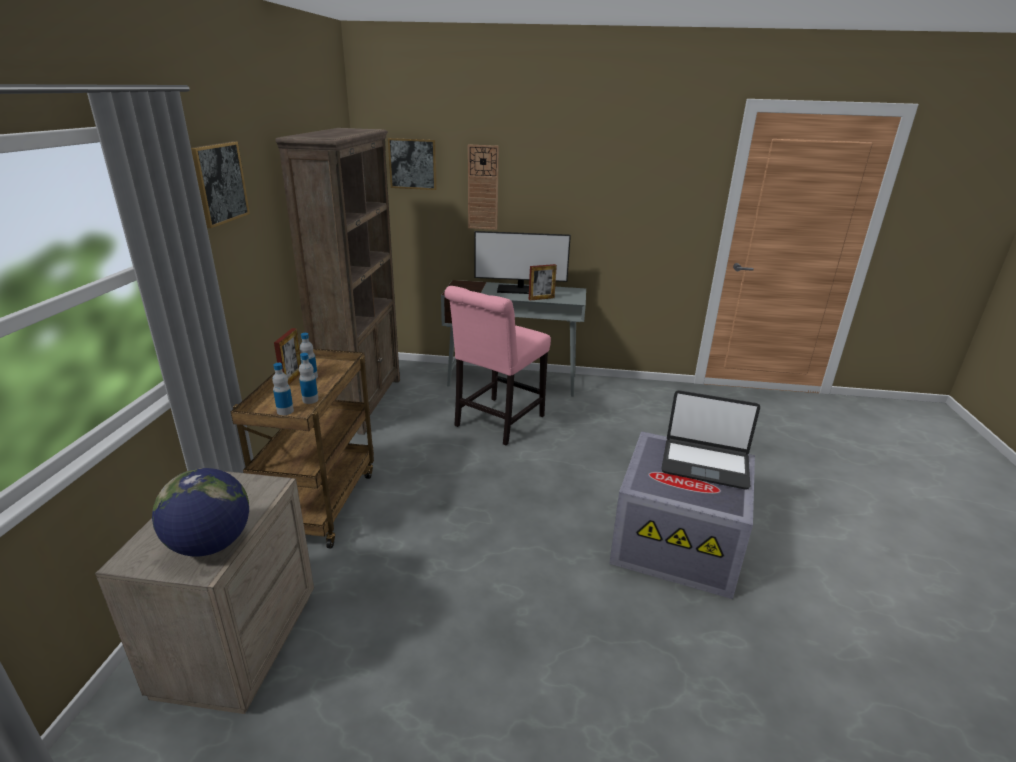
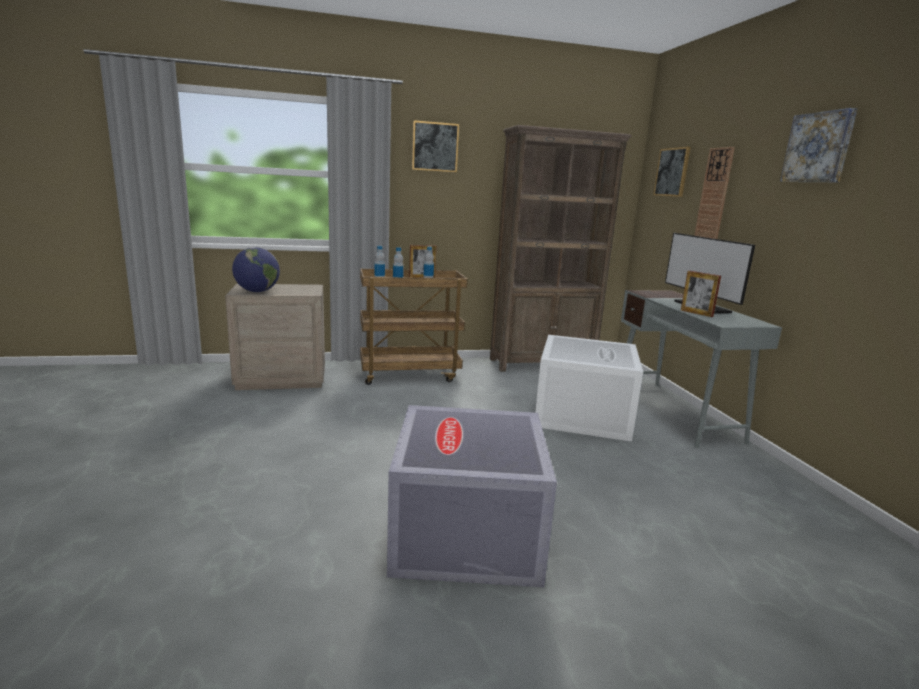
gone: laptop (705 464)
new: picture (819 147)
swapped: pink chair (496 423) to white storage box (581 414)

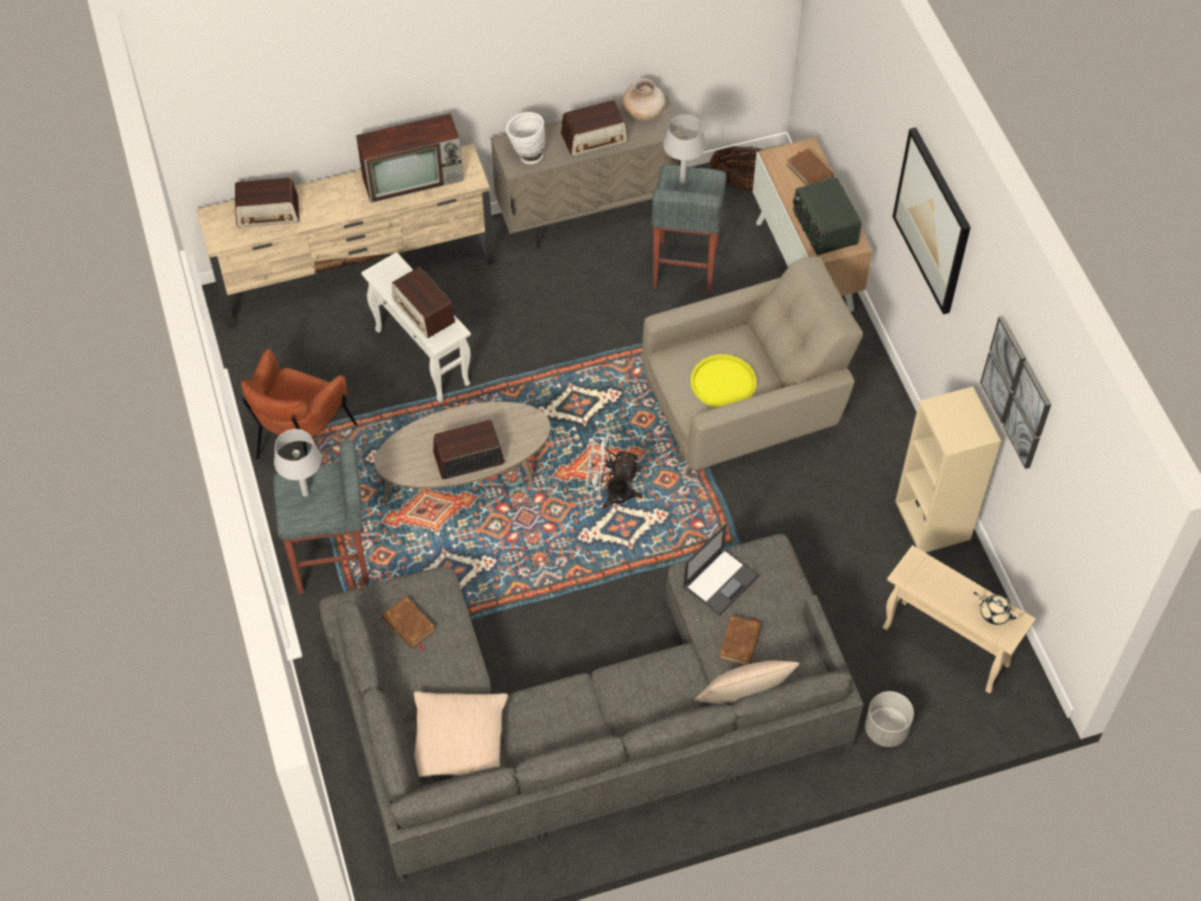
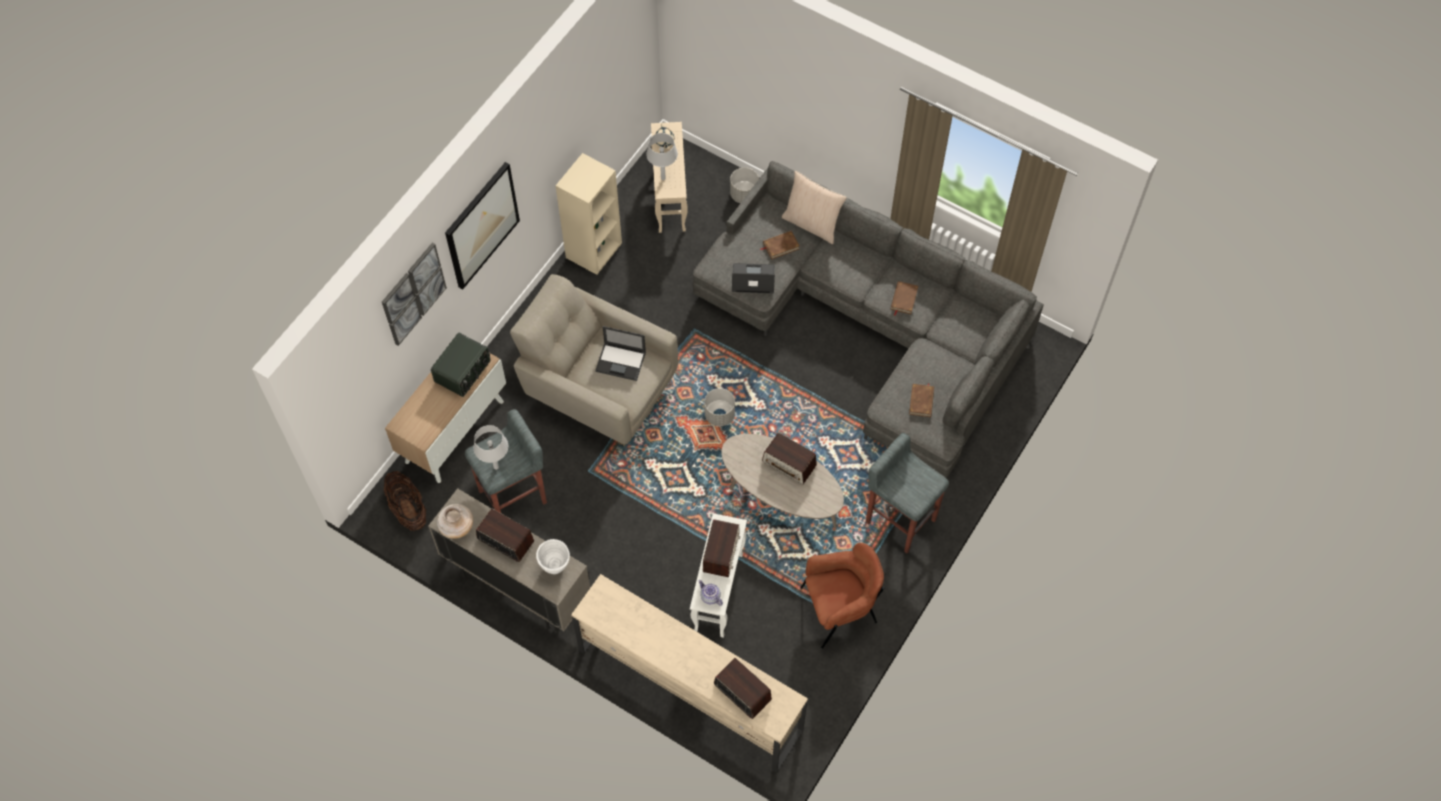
gone: television (414 178); beige pillow (459 742)
new: teapot (710 597)
shifted: grey table lamp (305 493) to (663 178); brown book (809 171) to (903 299); picture (1016 392) to (413 293)
swapped: white fan (610 492) to grey planter (719 415); yellow tray (723 382) to laptop (621 361)

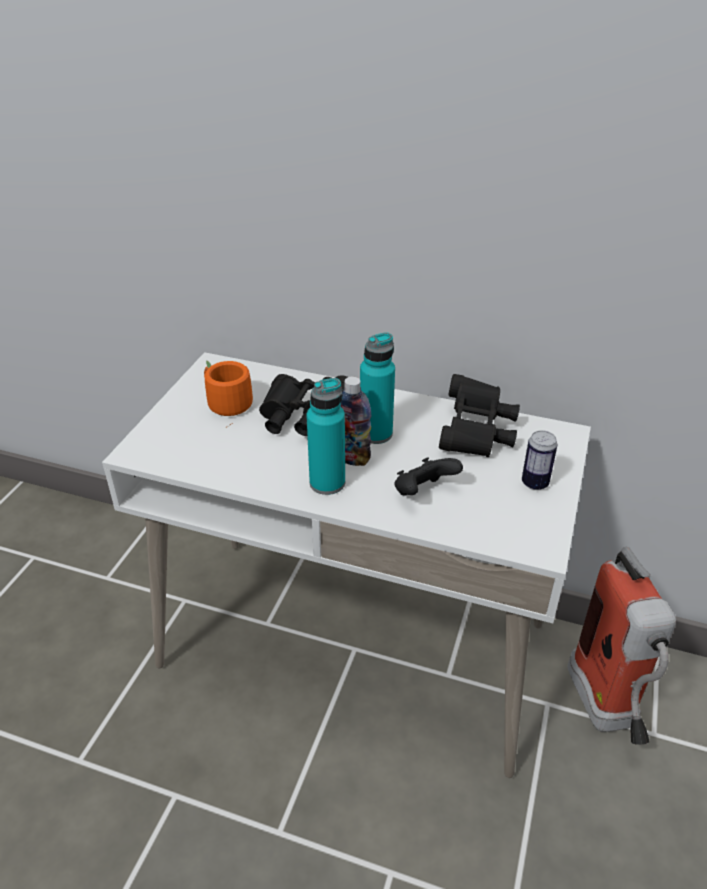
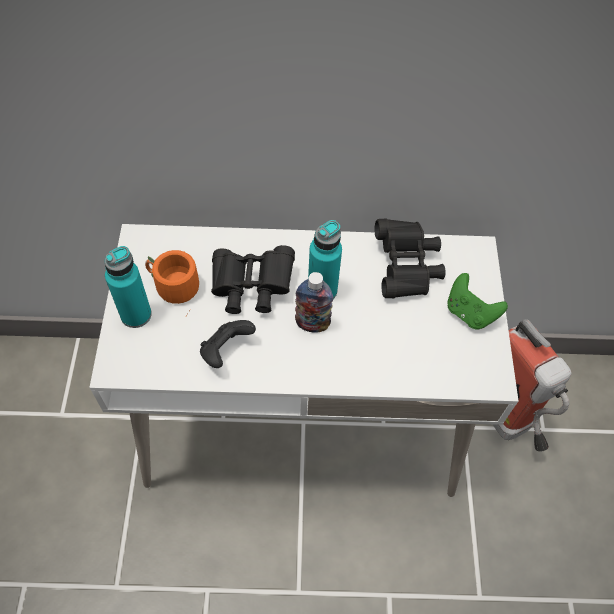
shifted: turquoise bottle (327 483) to (136 314); black game controller (423 493) to (226 351)
swapped: can (534 483) to green game controller (469 313)

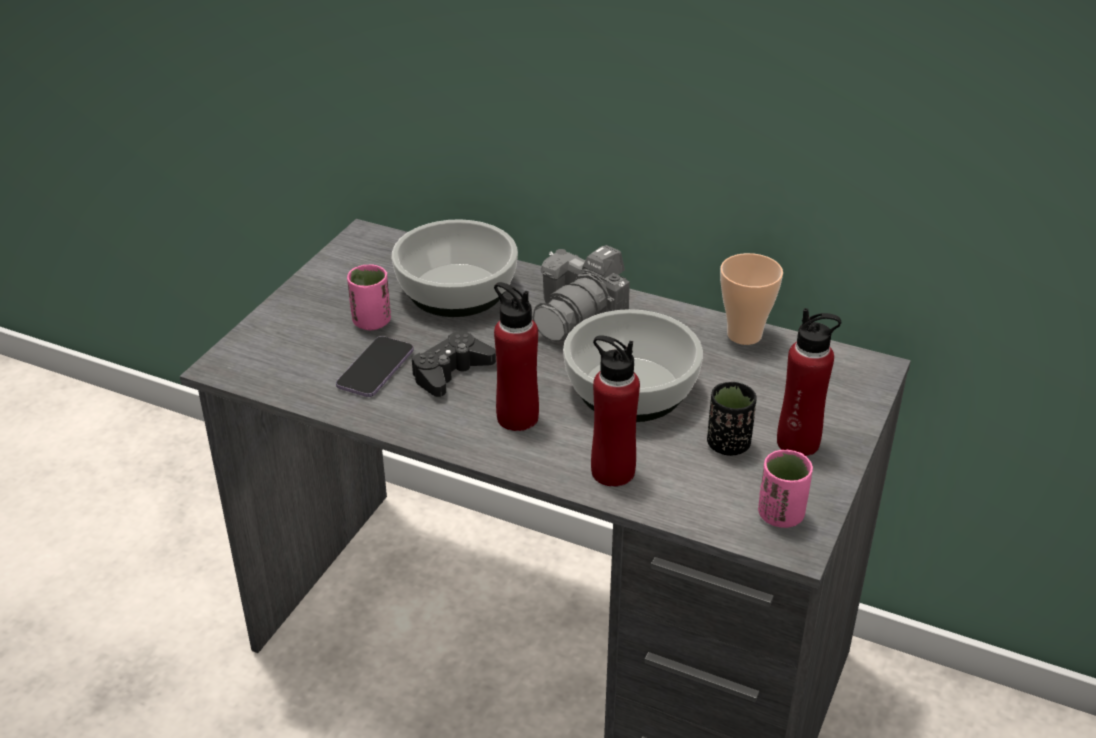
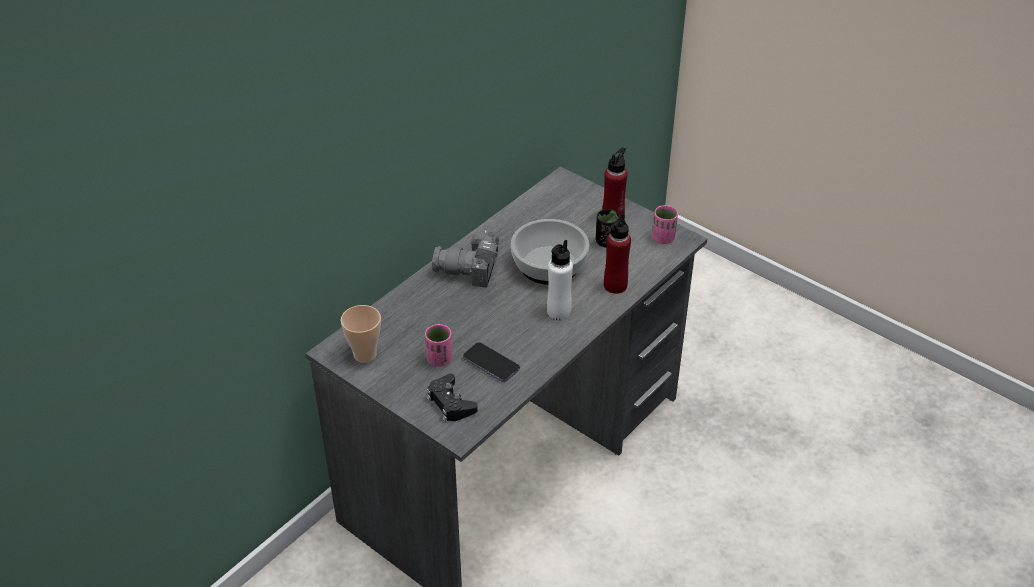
gone: bowl (455 291)
shifted: black game controller (451 372) to (450 403); cup (744 335) to (365 355)
repainted: red bottle (517 417) to white bottle (558 312)
rotated: photo camera (579 315) = (471 270) 135 degrees clockwise

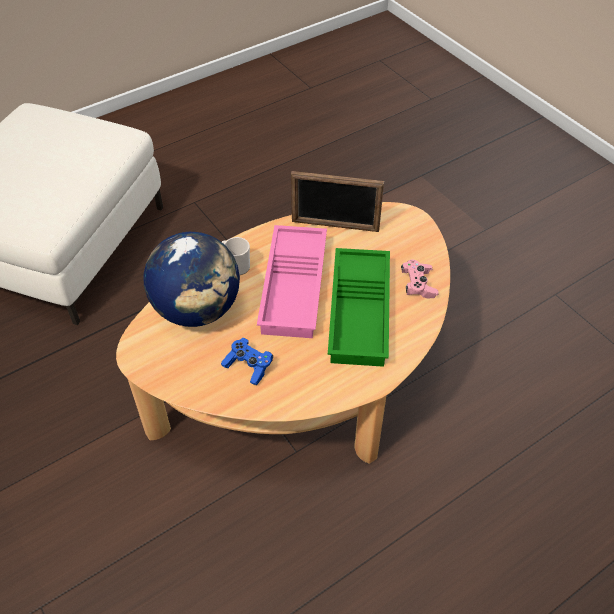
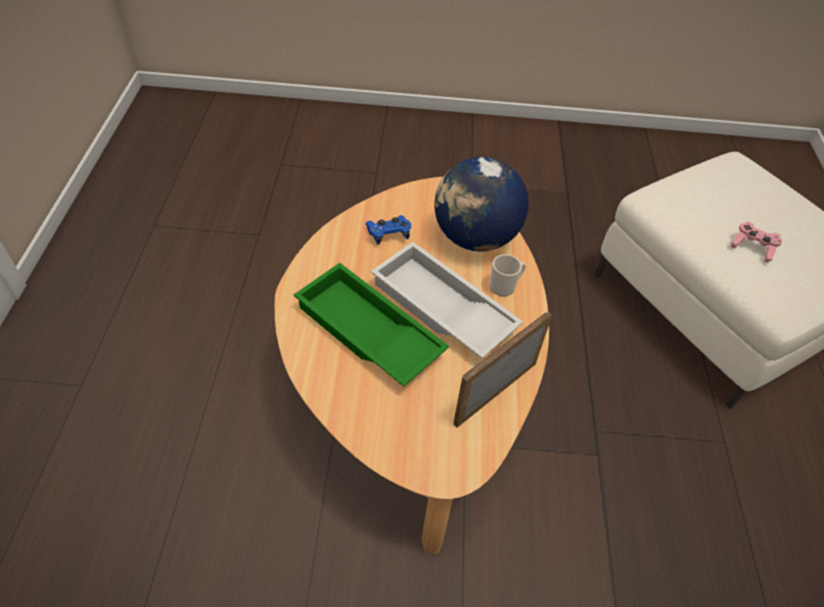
shifted: pink game controller (418 285) to (752 247)
repainted: pink tray (295 287) to white tray (440 309)

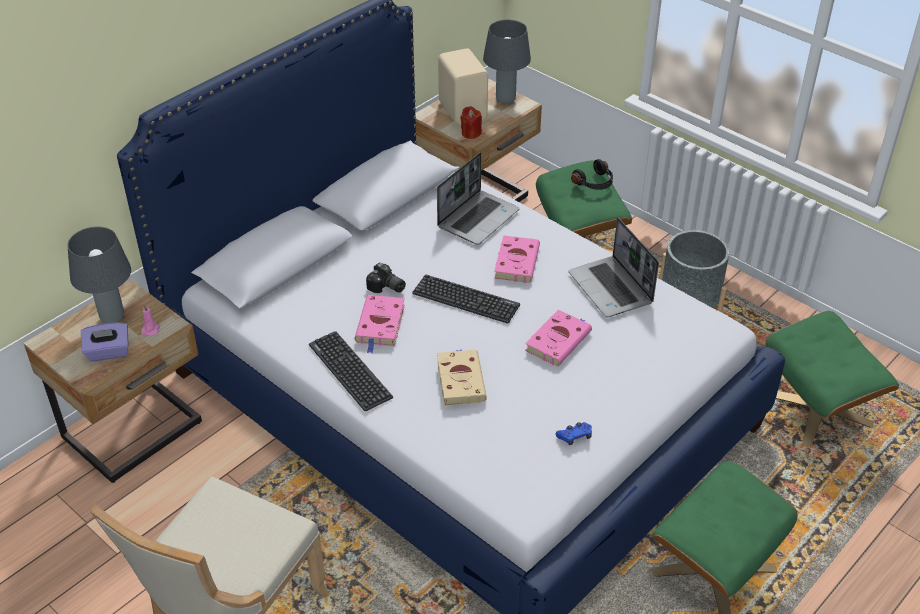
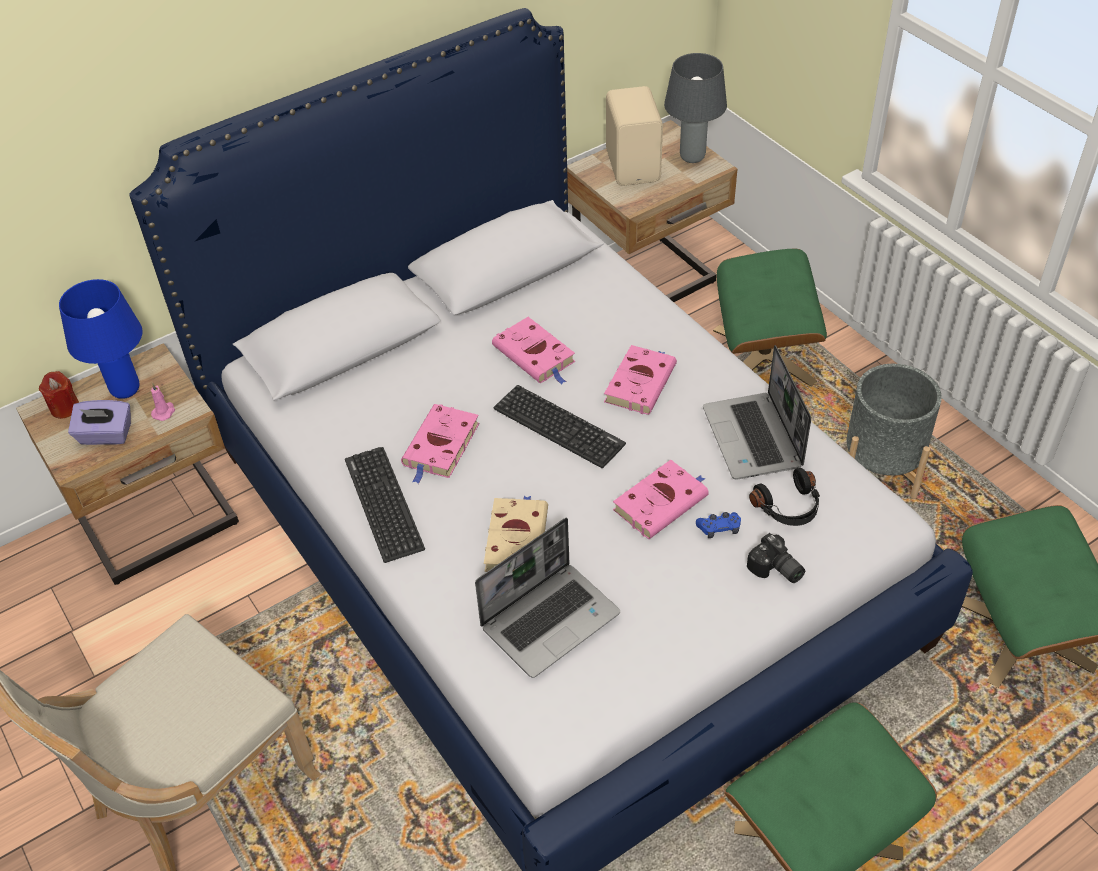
new: pink book (535 355)
shifted: photo camera (386 288) to (775 570); laptop (478 218) to (550 619); red candle (471 133) to (65 408); blue game controller (575 436) to (719 528); black headphones (595 183) to (789 508)
repainted: grey table lamp (112 318) to blue table lamp (125 391)

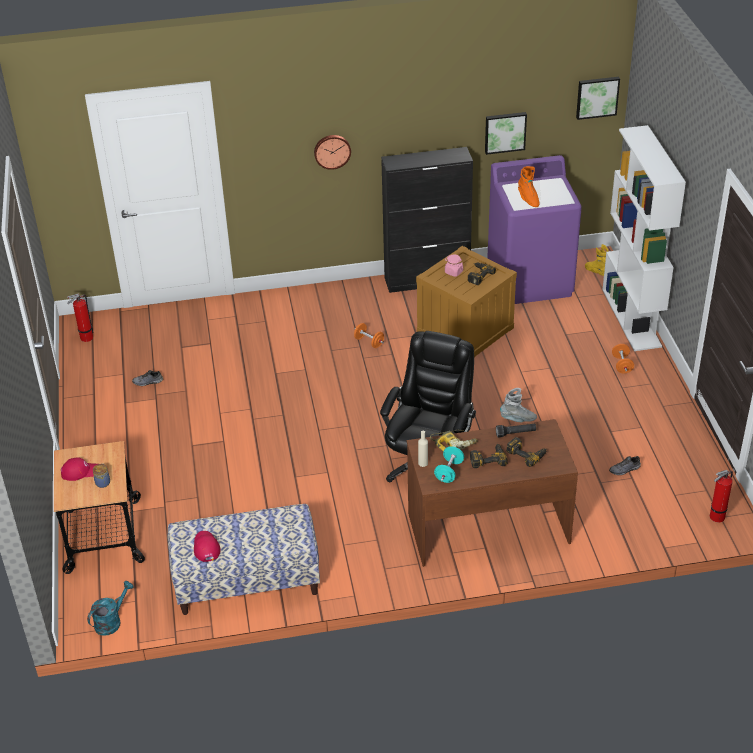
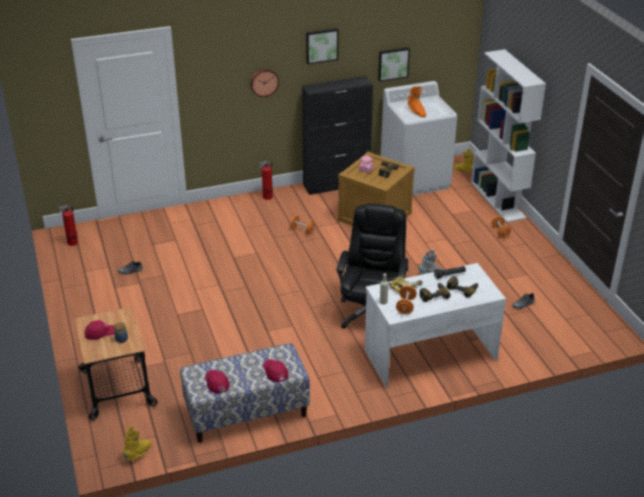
new: red cap (275 372)
shifted: picture (597 97) to (321 45); fire extinguisher (715 517) to (266 197)
swapped: turquoise watering can (111 621) to yellow boot (138 454)
repainted: brown desk (488 527) to white desk (430 354); turquoise dumbbell (449 472) to orange dumbbell (406 306); purple washing machine (530 280) to white washing machine (415 179)

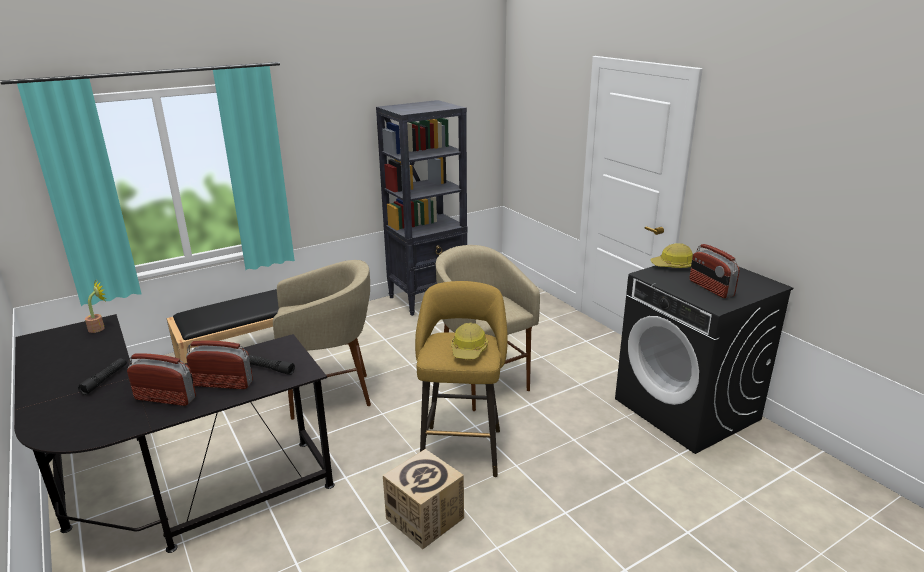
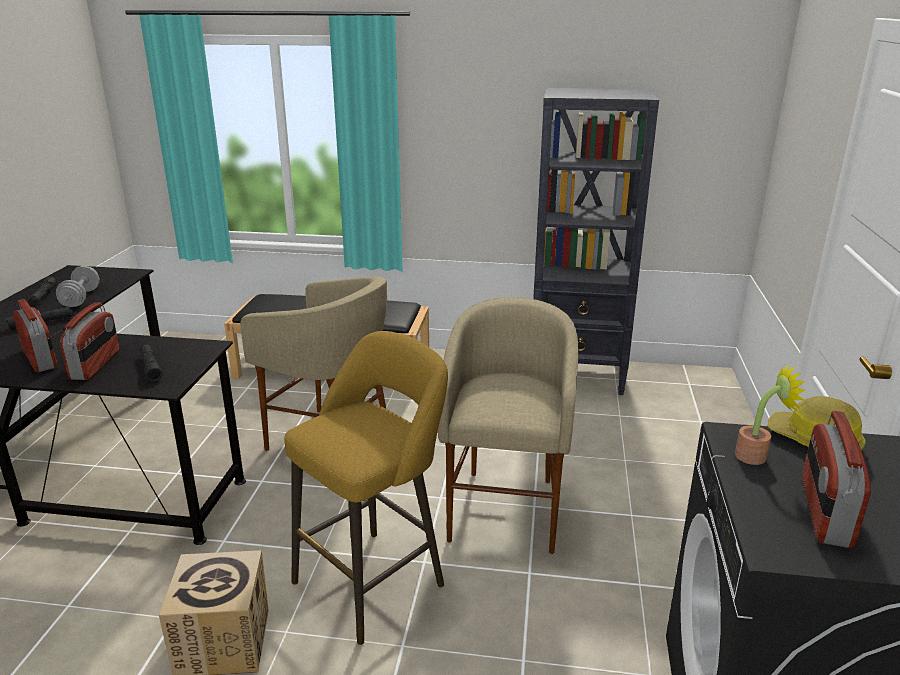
gone: hard hat (469 350)
new: black flashlight (43 296); grey dumbbell (81 298)
shifted: potted plant (99 328) to (756 456)
rotated: radio (223 383) = (96 365) 45 degrees clockwise

